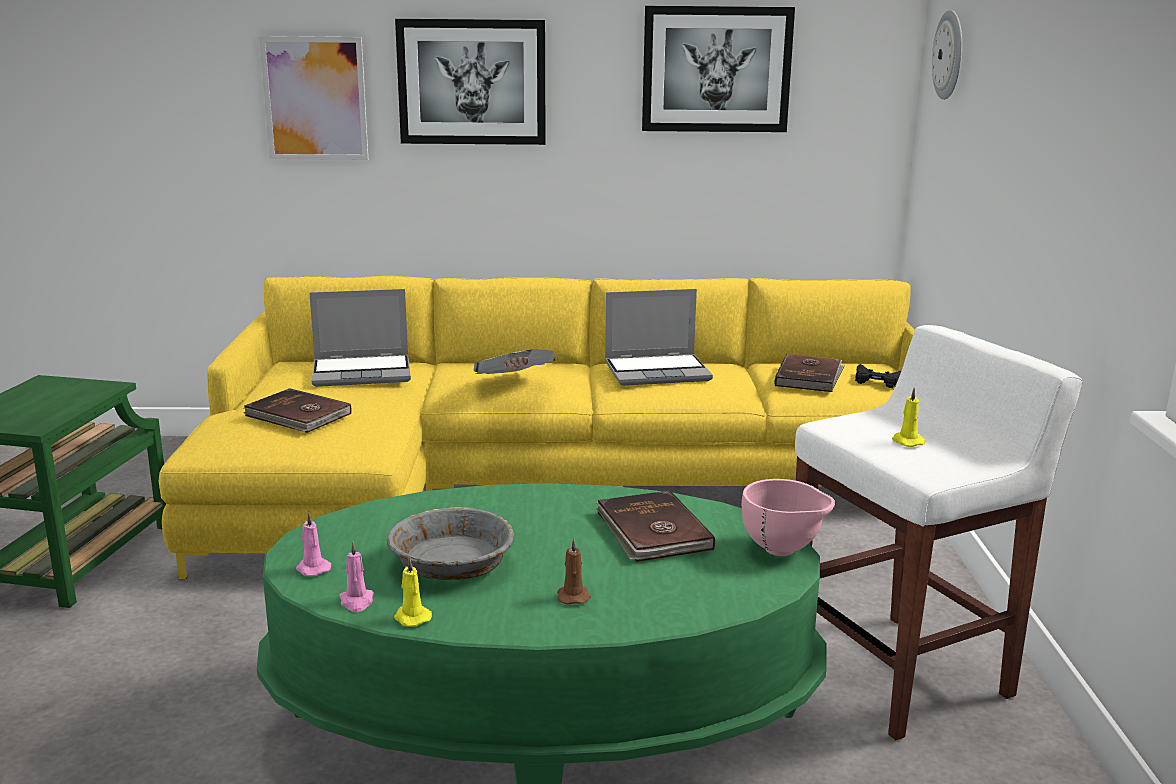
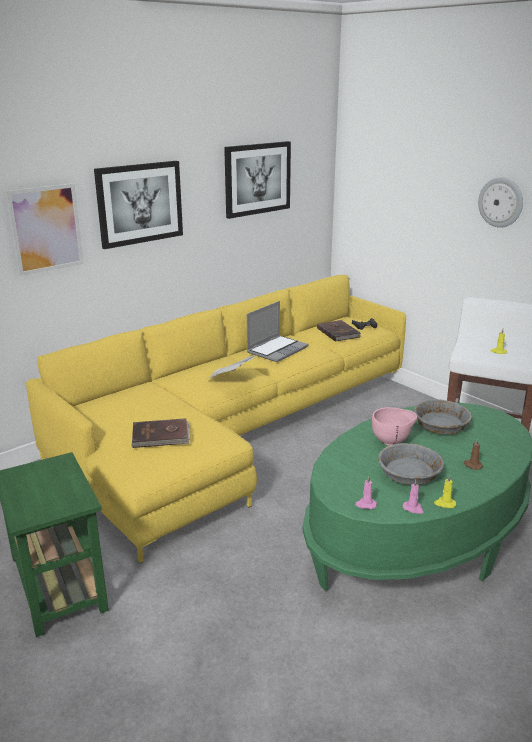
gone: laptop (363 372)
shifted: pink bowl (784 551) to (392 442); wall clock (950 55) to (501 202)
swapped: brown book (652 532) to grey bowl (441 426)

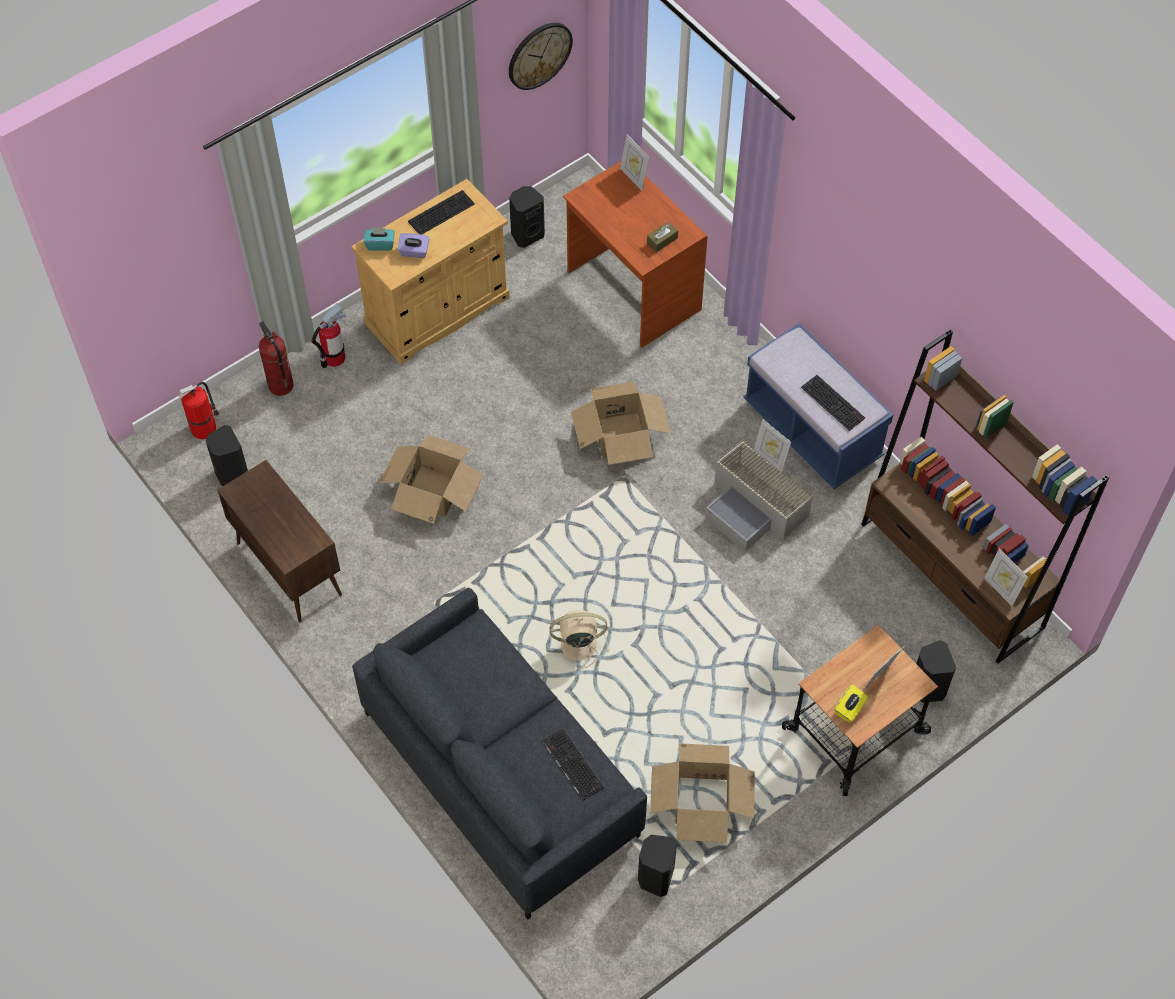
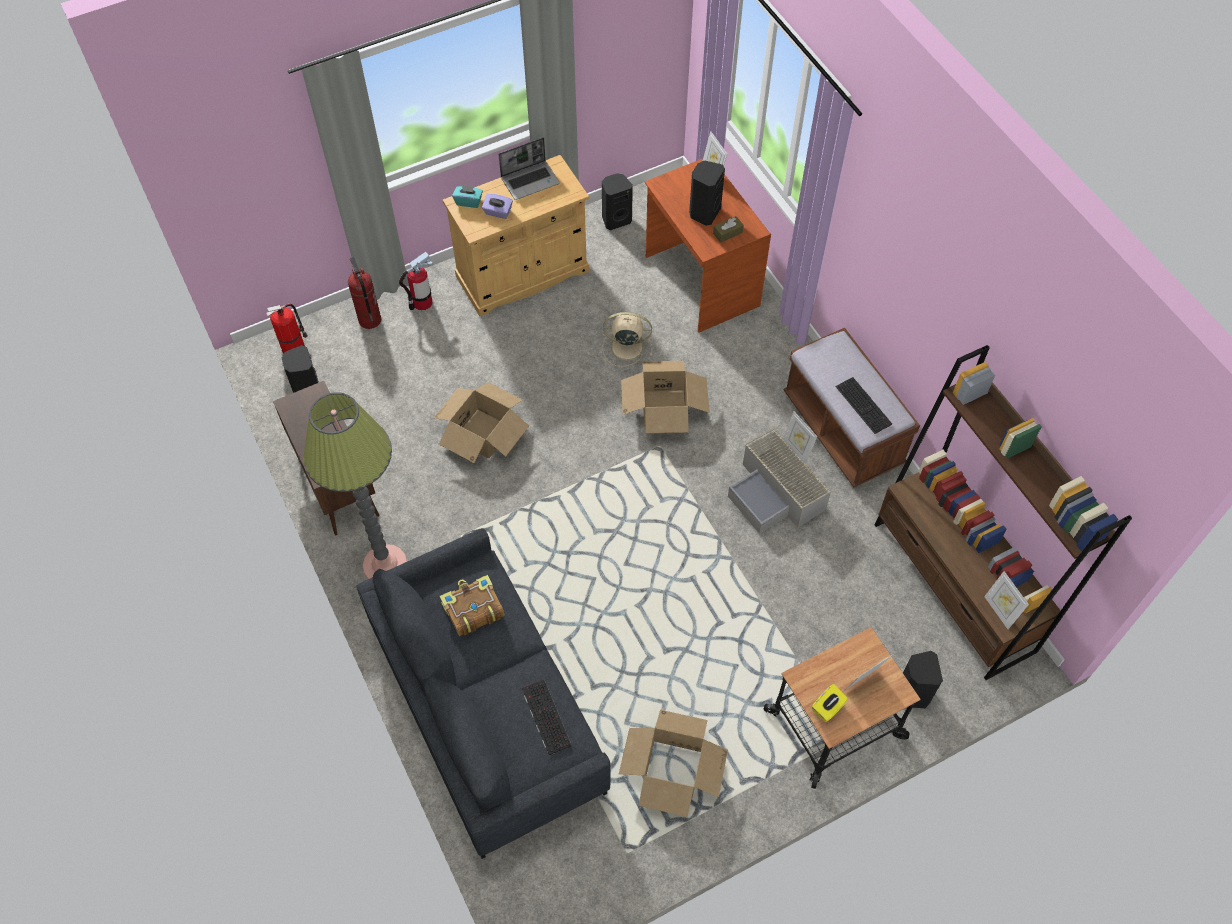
gone: wall clock (539 55)
new: floor lamp (385 565); book (472 610)
shifted: beige fan (576 645) to (625 347); black speaker (655 877) to (704 213)
swapped: keyboard (441 212) to laptop (530 180)
repainted: blue bench (812 431) to brown bench (842 430)

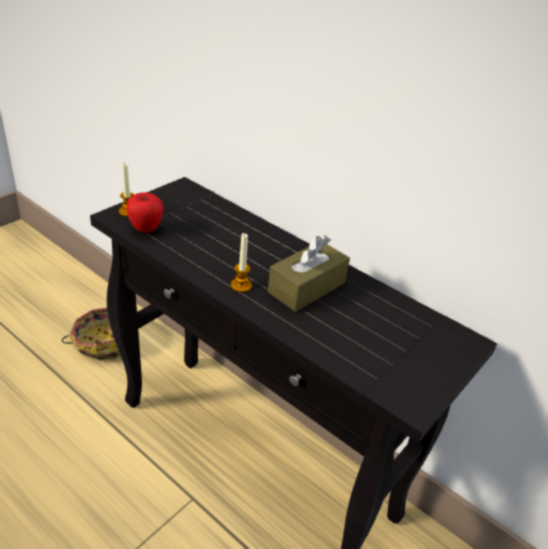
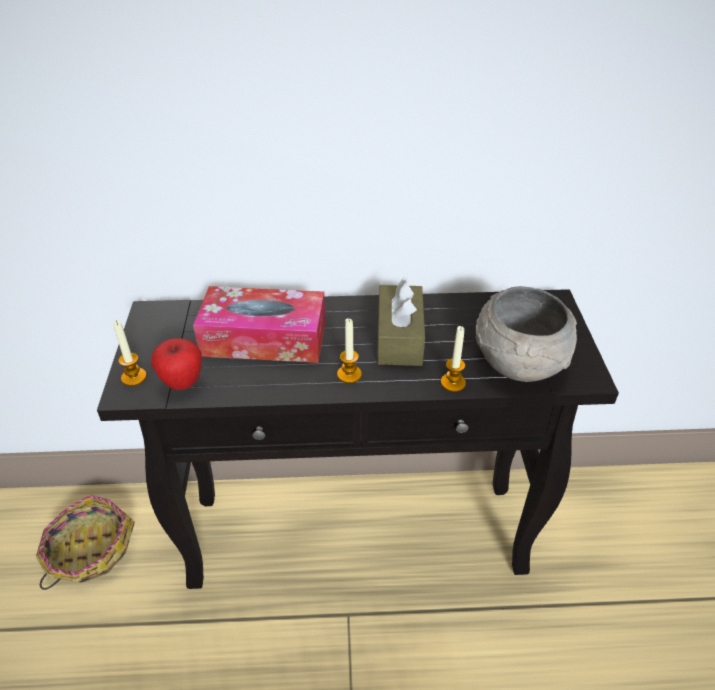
new: tissue box (264 339); candle (453 383); grey bowl (519 361)

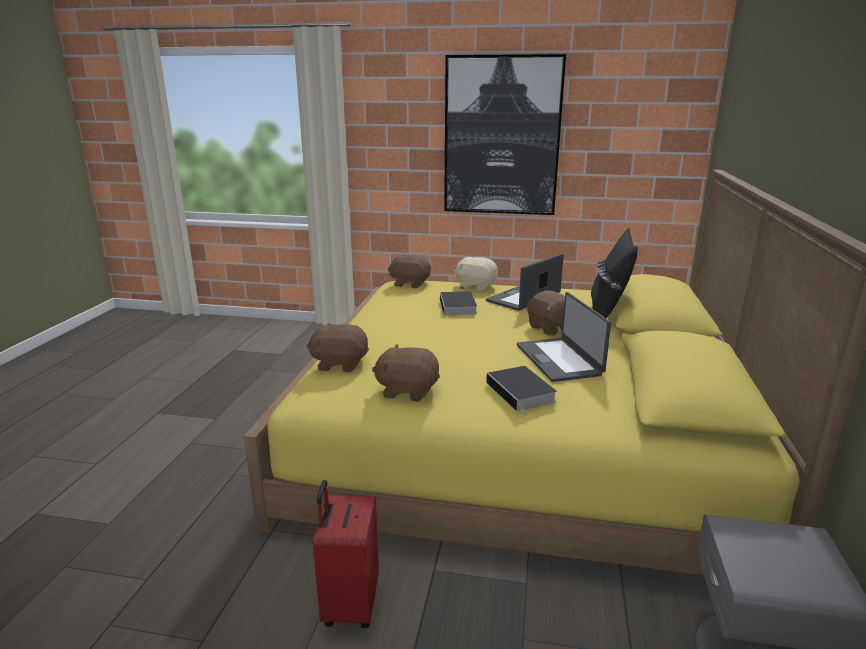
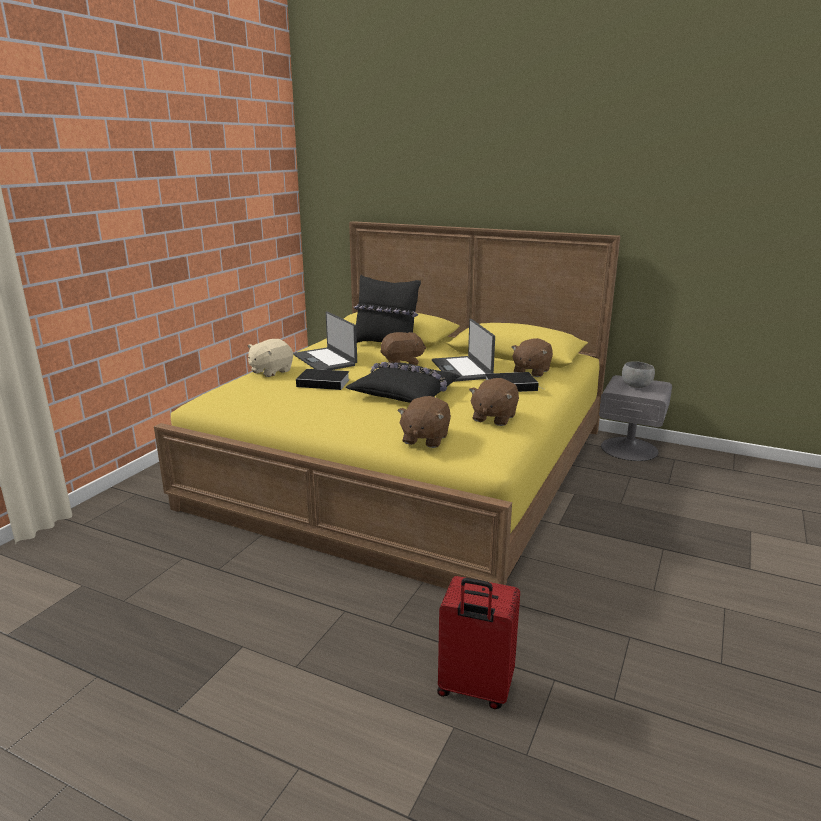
gone: picture (501 137)
new: black pillow (405 392); grey bowl (636 386)
shifted: red suitcase (349 604) to (474 689); brown plush toy (410 284) to (531 371)
rotated: laptop (559 359) = (462 369) 75 degrees clockwise

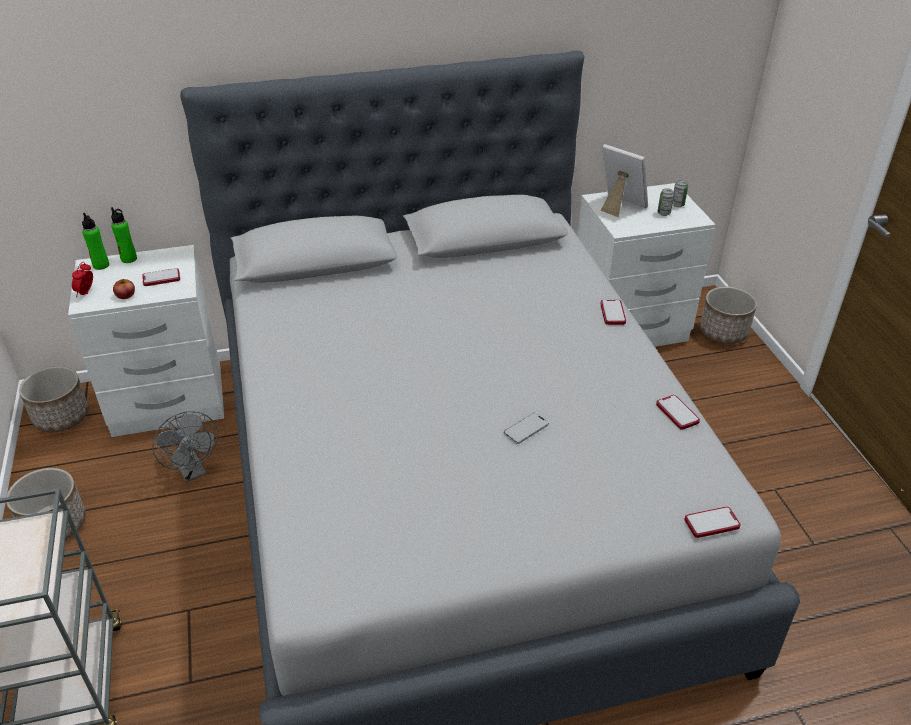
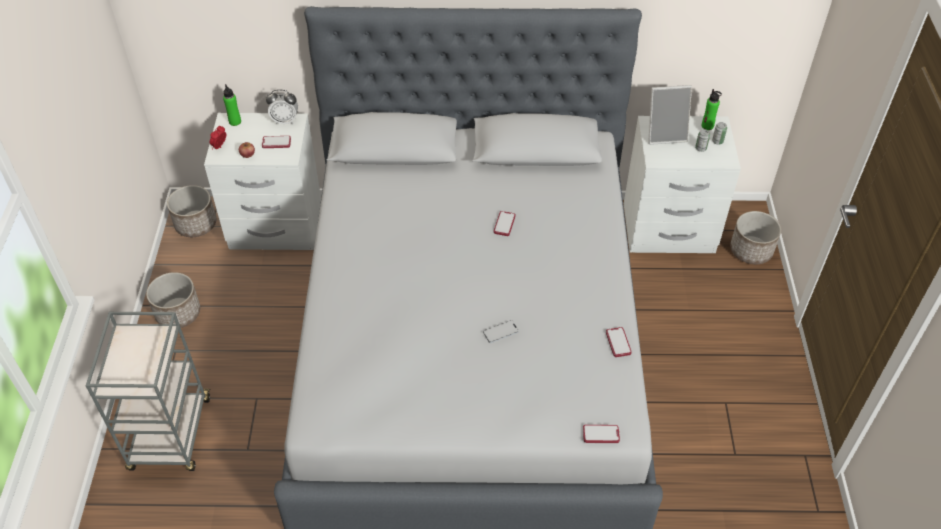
gone: grey fan (193 471)
new: alarm clock (285 121)
shifted: green bottle (129 259) to (707 126); phone (612 313) to (504 224)
rotated: picture frame (619 206) = (665 134) 120 degrees clockwise

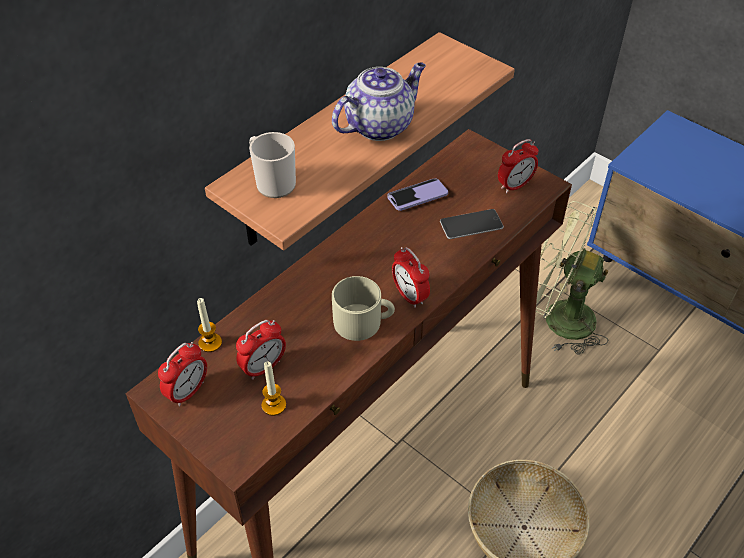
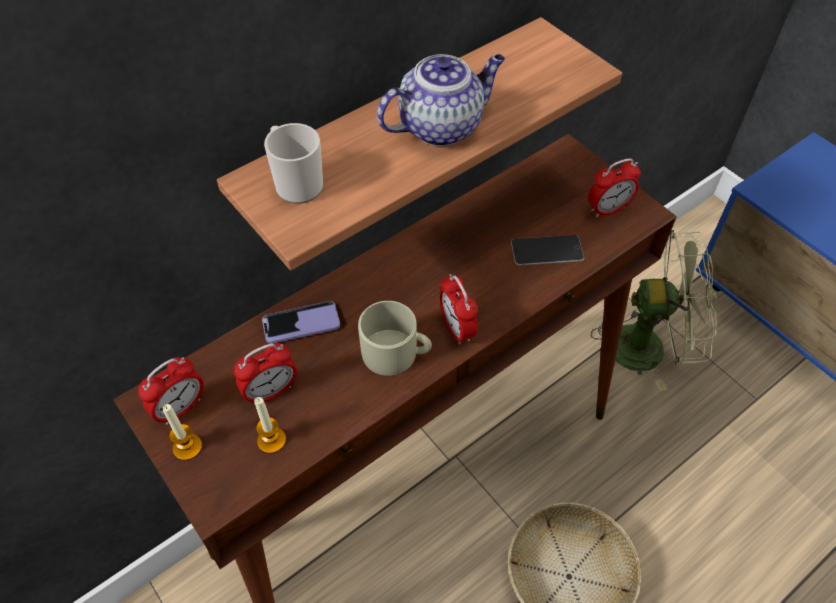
shifted: candle (210 343) to (187 447); phone (417 196) to (301 324)
rotated: green fan (557 318) = (649 346) 150 degrees clockwise

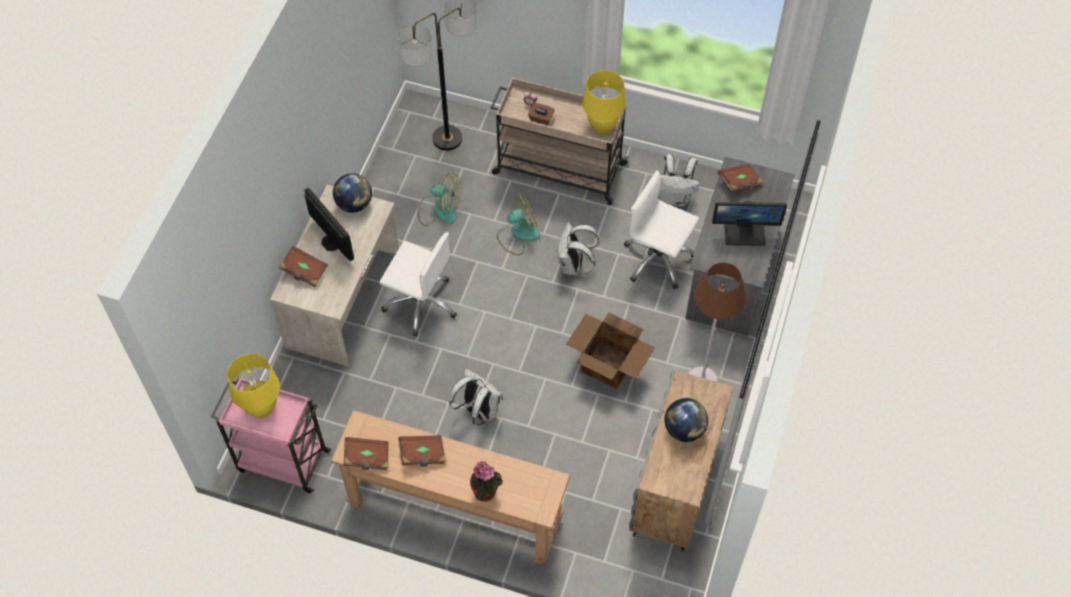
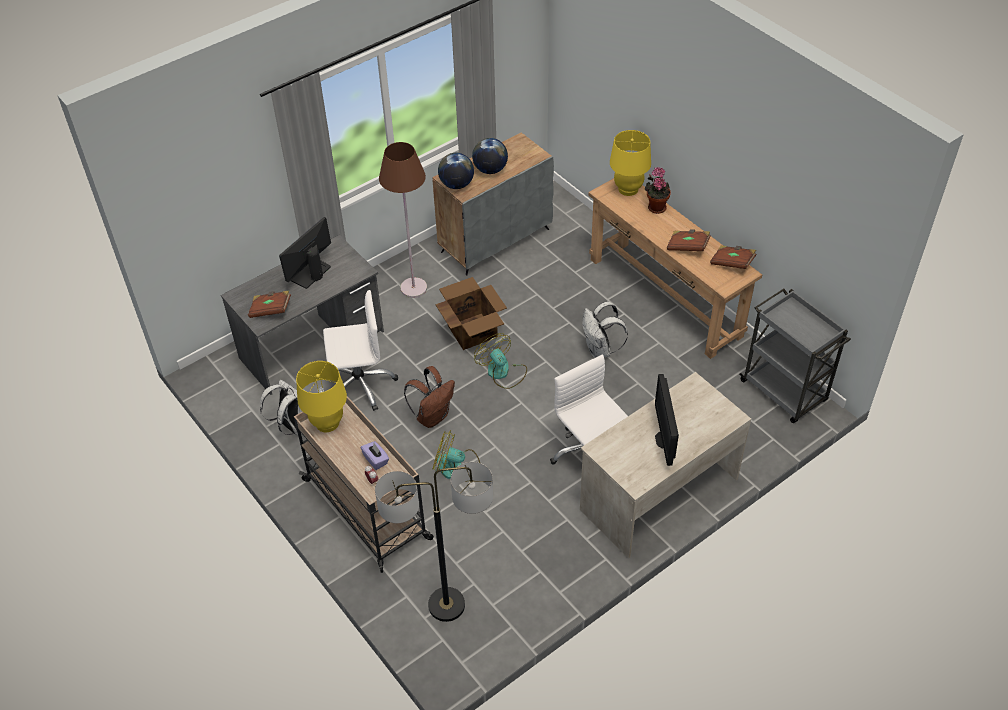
gone: brown book (304 271)
shifted: yellow table lamp (261 407) to (628 189); globe (354 204) to (456 184); fan (439 209) to (502 372)
repainted: pink cart (281 460) to grey cart (784 392); brown tissue box (541 119) to purple tissue box (376 460); white backpack (573 265) to brown backpack (432 416)
rotated: white office chair (658 260) = (360 384) 75 degrees counterclockwise; monitor (744 233) = (310 273) 90 degrees counterclockwise

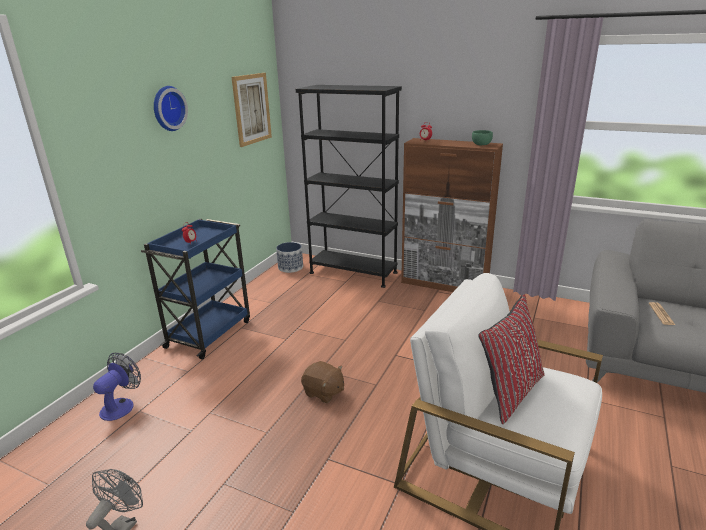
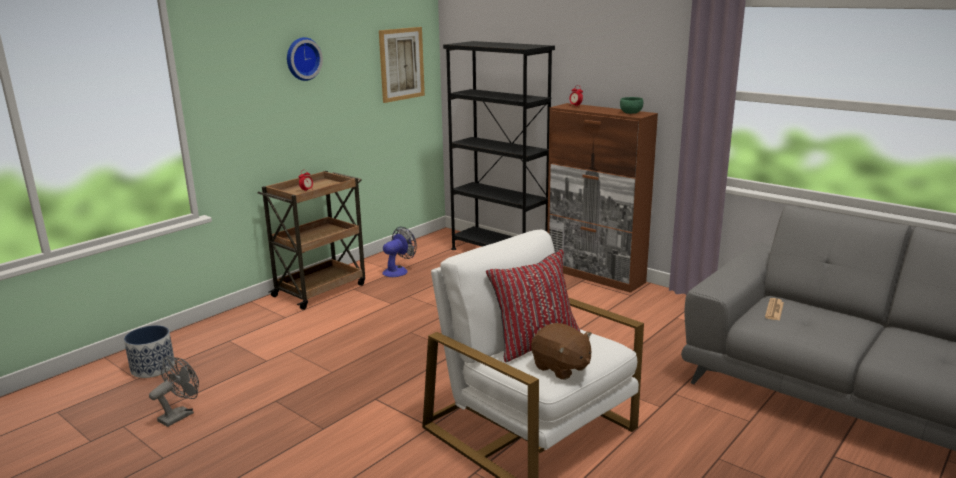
shifted: fan (121 405) to (398 271); planter (290 267) to (152 368); brown plush toy (323 392) to (561 367)
repainted: blue cart (210 333) to brown cart (321 289)

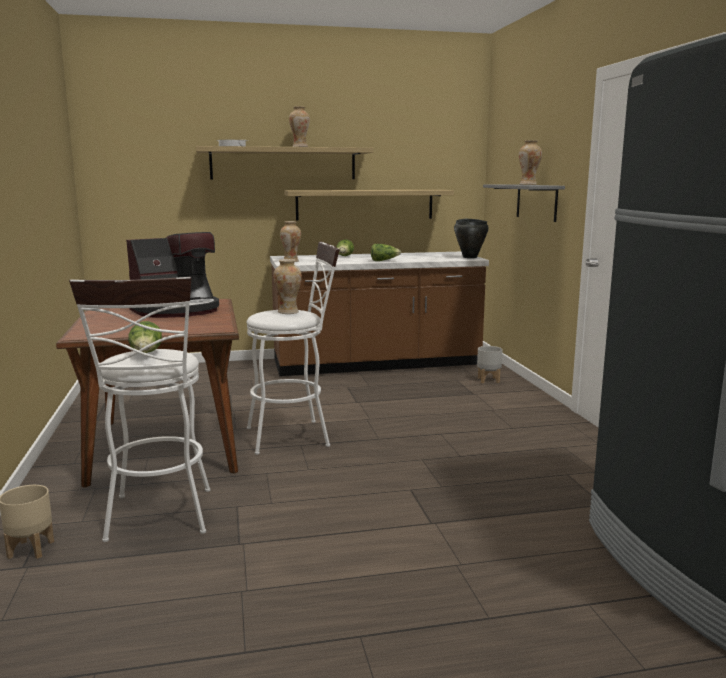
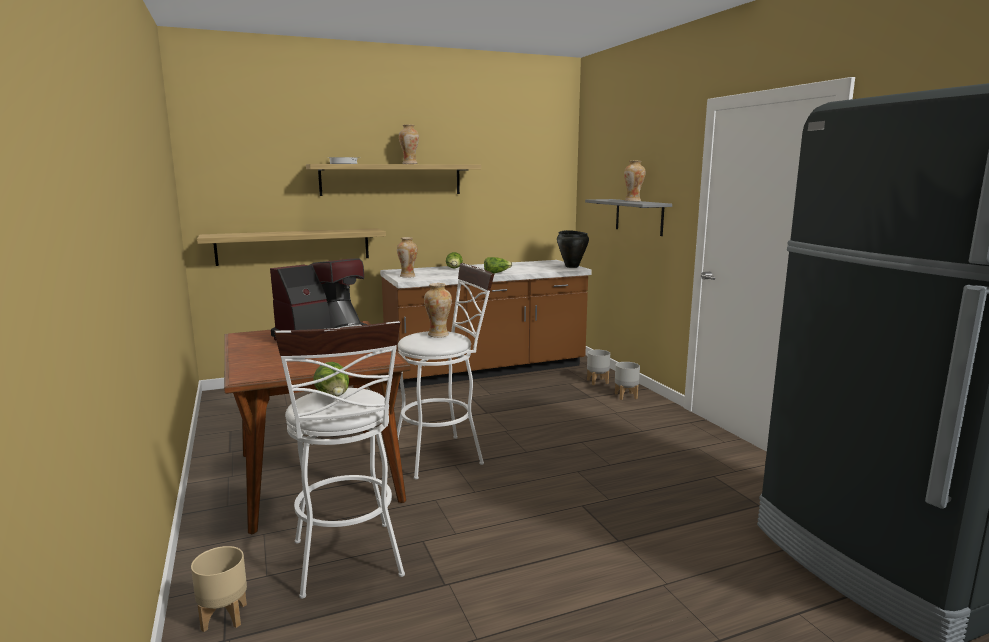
new: grey planter (625 396)
shifted: shelf (365 204) to (294 246)

